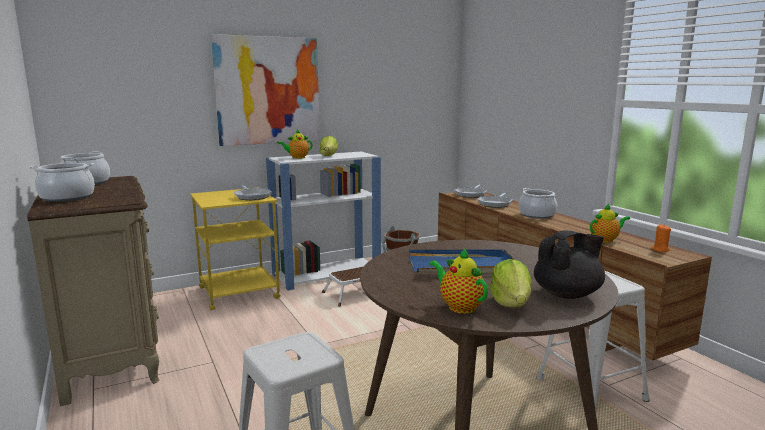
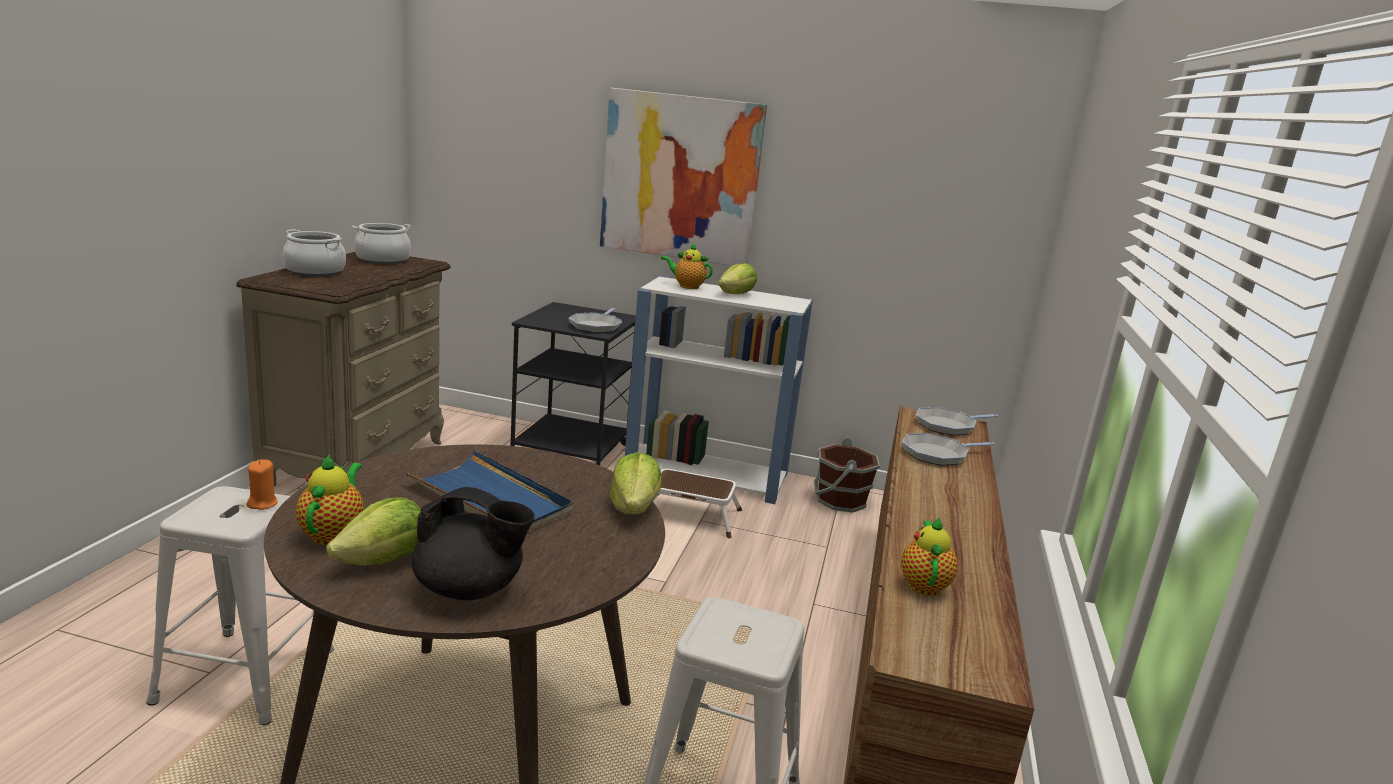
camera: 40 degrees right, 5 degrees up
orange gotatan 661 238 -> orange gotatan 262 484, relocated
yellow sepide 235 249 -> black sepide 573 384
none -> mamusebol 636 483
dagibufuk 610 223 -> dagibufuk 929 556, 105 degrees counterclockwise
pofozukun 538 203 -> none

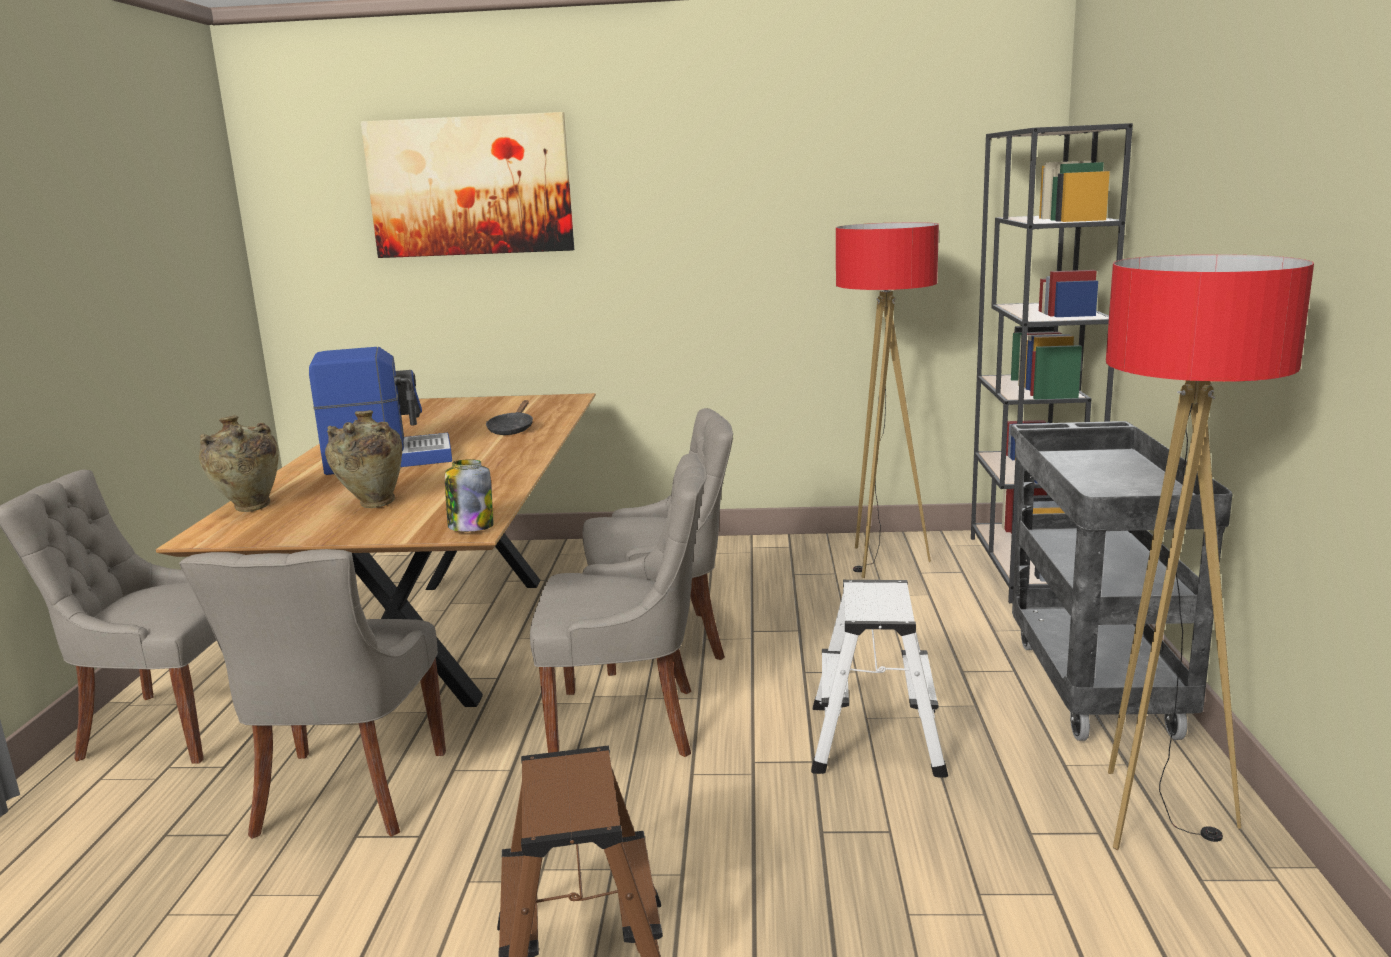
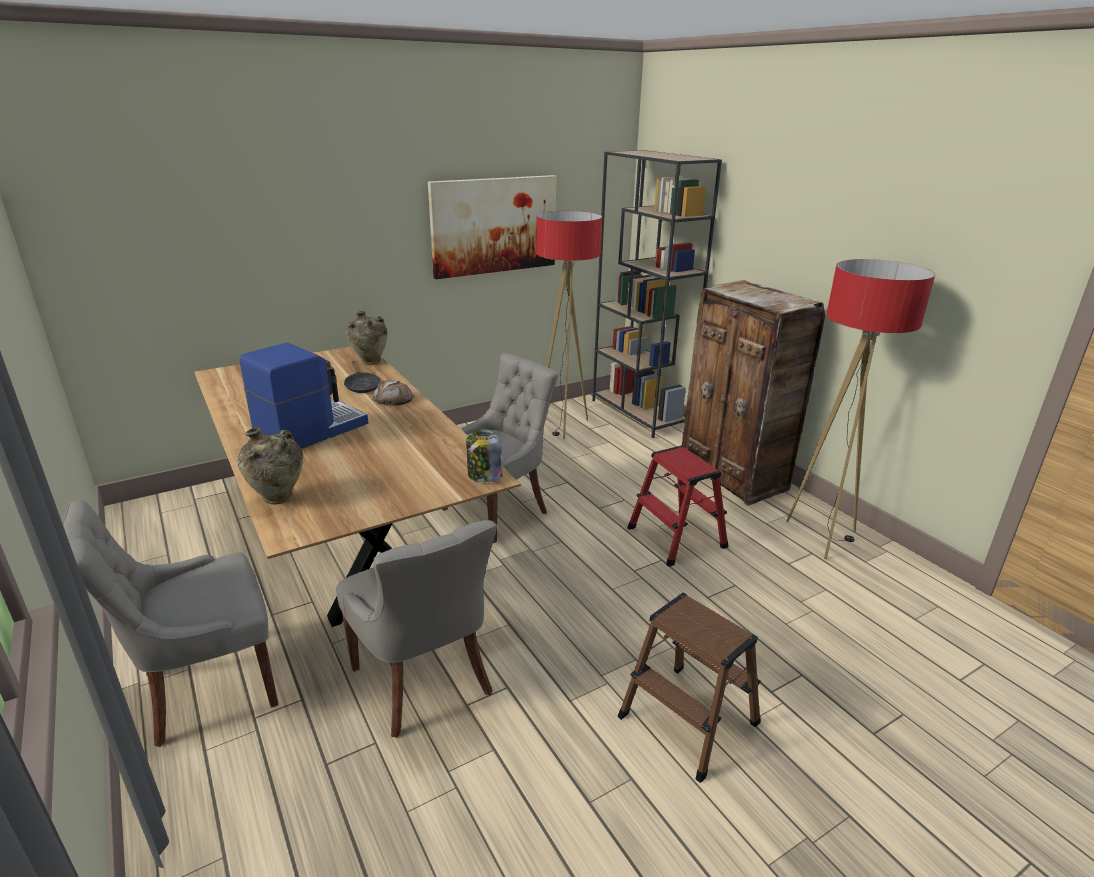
camera: 35 degrees left, 10 degrees up
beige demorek 363 459 -> beige demorek 367 338, relocated
none -> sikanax 393 394
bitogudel 467 185 -> bitogudel 492 227, relocated
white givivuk 879 679 -> red givivuk 678 506
black sepide 1121 581 -> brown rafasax 753 393
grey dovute 618 605 -> none

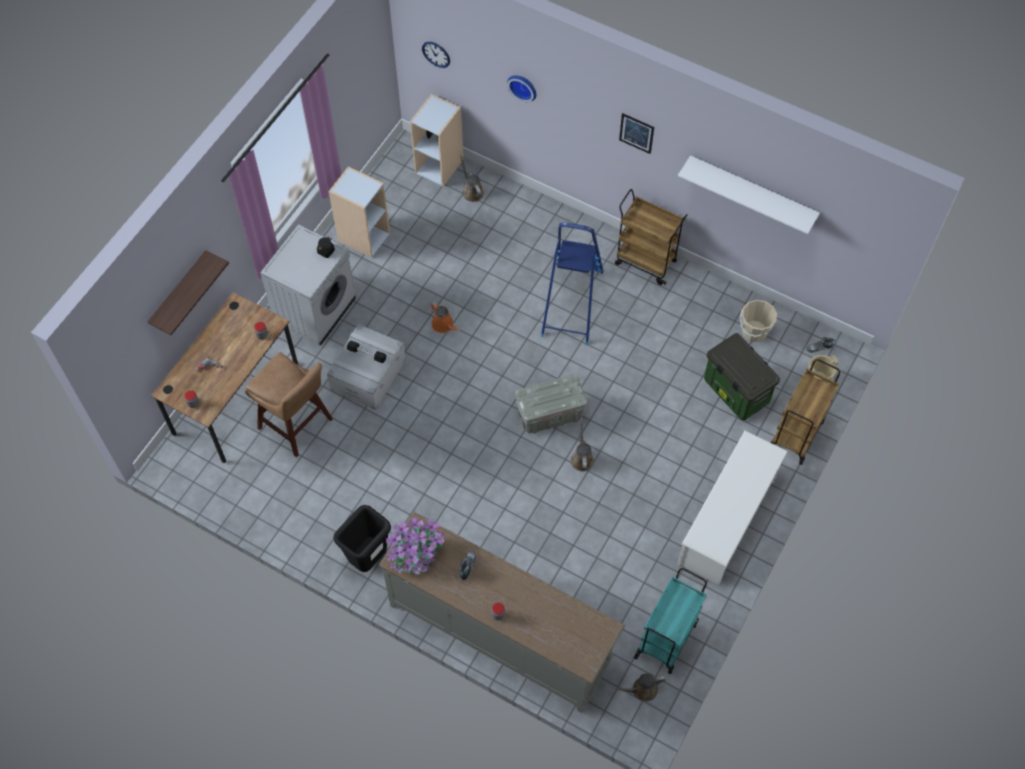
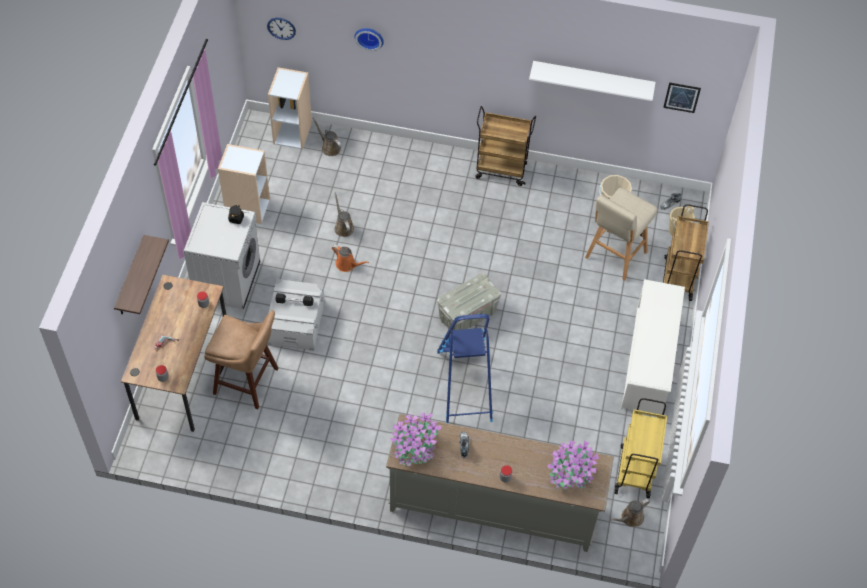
camera: 20 degrees left, 5 degrees down
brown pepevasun 582 444 -> brown pepevasun 344 214, relocated
blue givivuk 572 284 -> blue givivuk 465 368, relocated
none -> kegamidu 573 465
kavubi 742 377 -> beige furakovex 621 234
turquoise sepide 670 621 -> yellow sepide 640 448
bitogudel 636 133 -> bitogudel 682 97, relocated
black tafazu 362 538 -> none

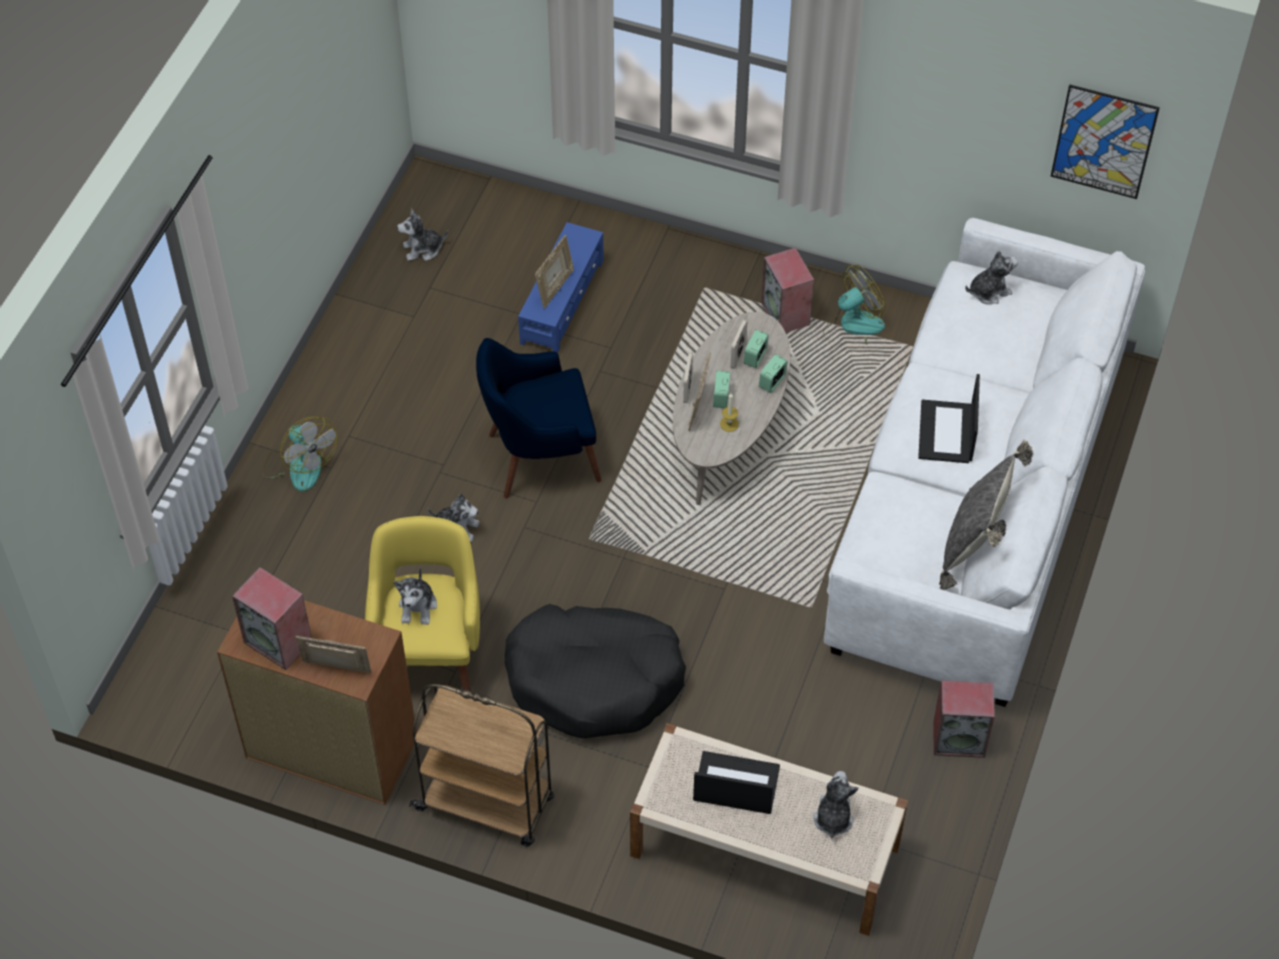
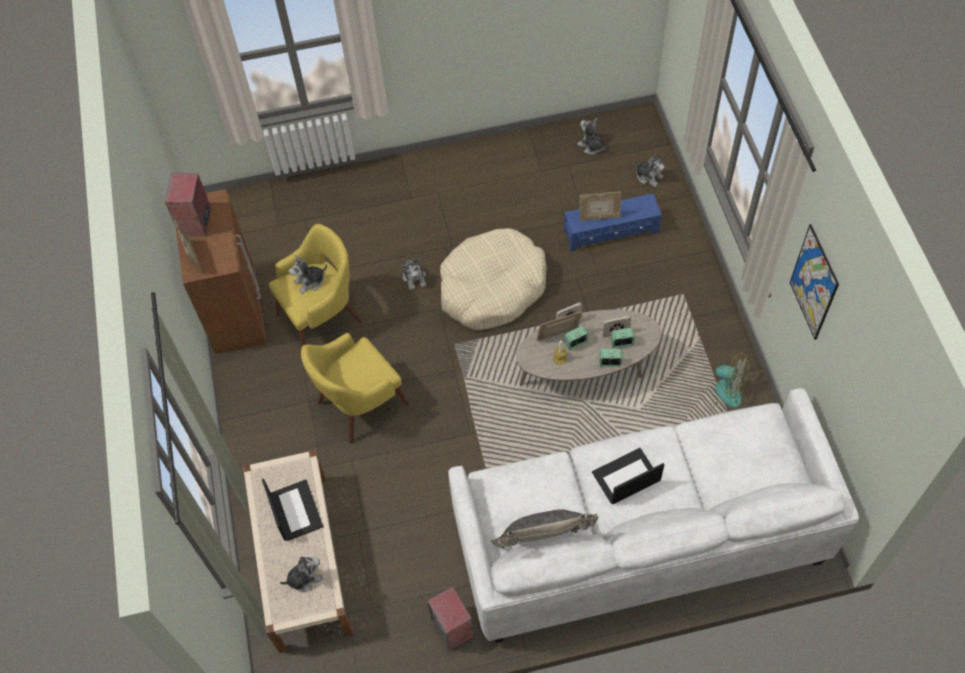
camera: 60 degrees right, 5 degrees up
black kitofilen 595 671 -> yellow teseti 355 388
blue teseti 539 418 -> beige kitofilen 493 279
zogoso 991 277 -> zogoso 649 170, relocated
bitogudel 1105 141 -> bitogudel 814 282, relocated
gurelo 299 454 -> none
brown sepide 481 765 -> none
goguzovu 787 290 -> none

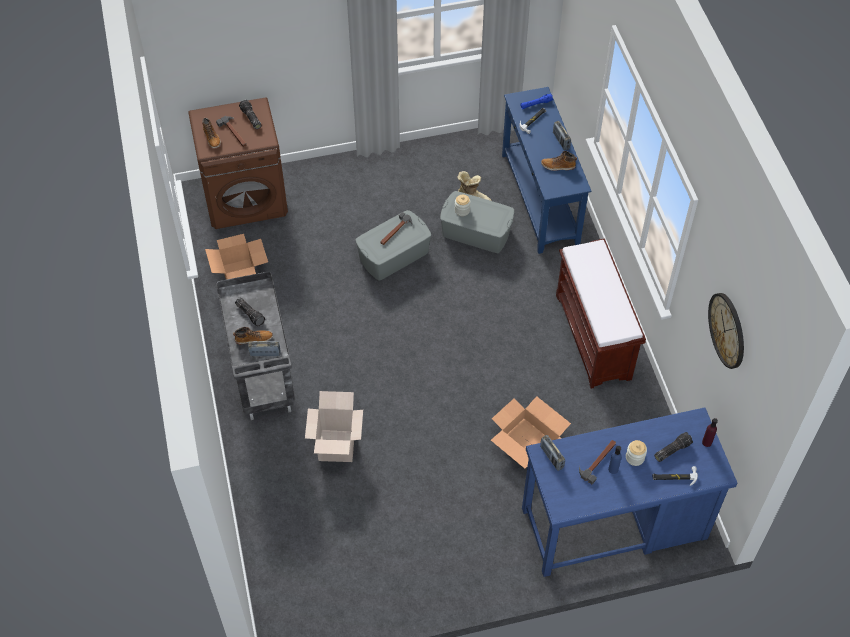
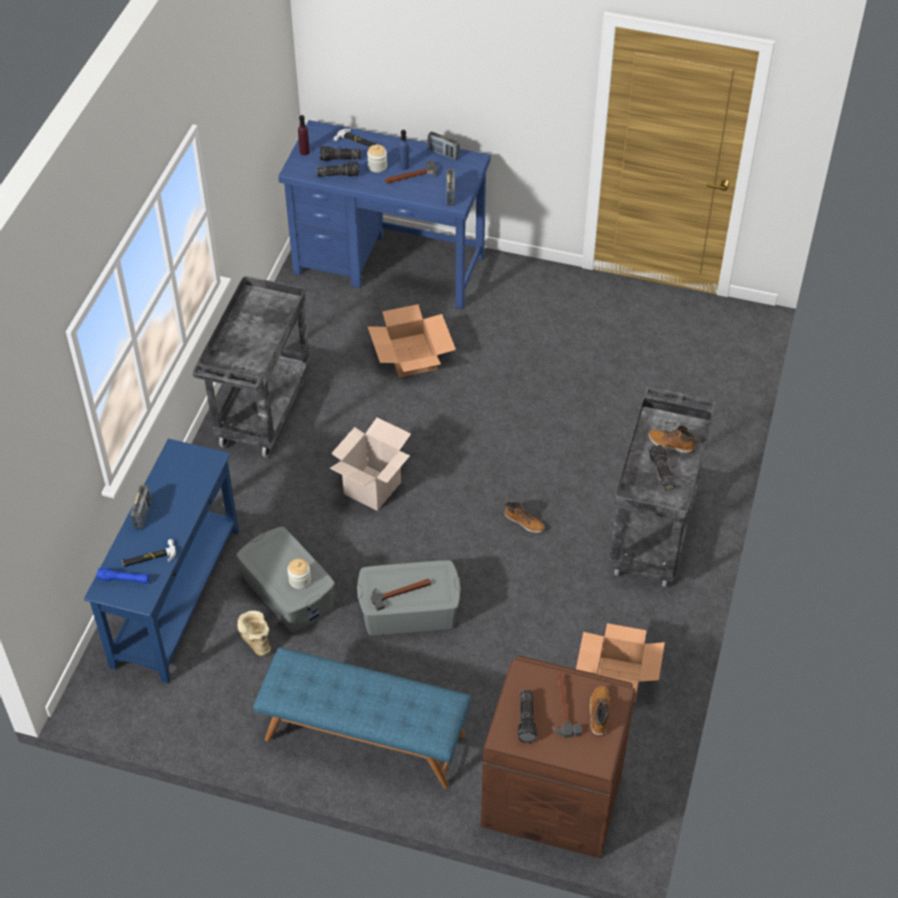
camera: 150 degrees left, 5 degrees down
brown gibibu 601 313 -> grey sepide 251 366
none -> blue gibibu 362 718
none -> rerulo 338 169
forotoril 334 426 -> forotoril 370 464, relocated
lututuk 264 348 -> lututuk 444 145, relocated
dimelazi 559 161 -> dimelazi 524 517, relocated
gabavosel 726 331 -> none

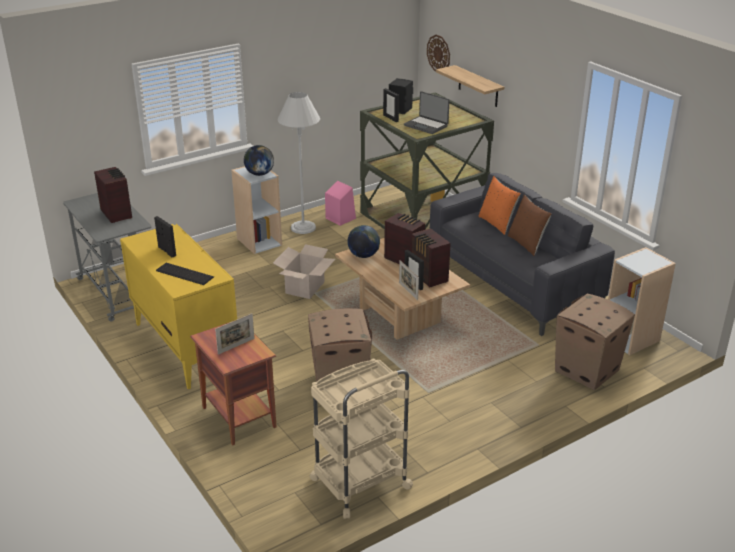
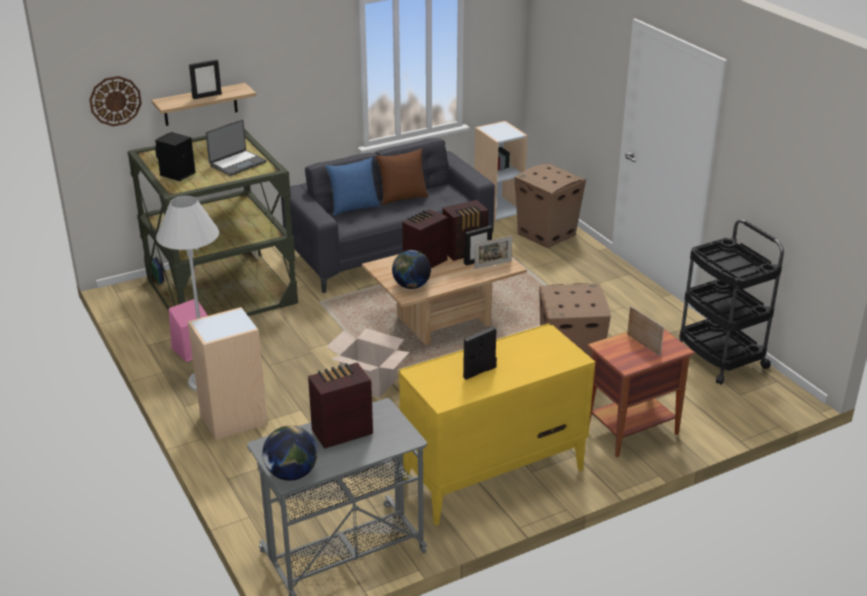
camera: 85 degrees left, 0 degrees up
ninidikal 391 105 -> ninidikal 205 79, relocated
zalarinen 259 160 -> zalarinen 290 453, relocated
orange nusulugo 499 205 -> blue nusulugo 352 186
beige sepide 361 439 -> black sepide 731 302
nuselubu 185 274 -> none

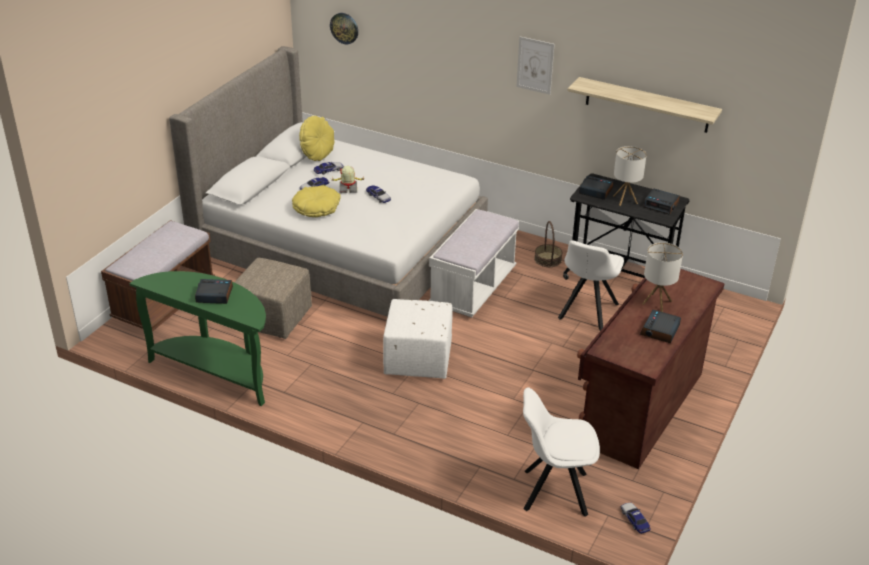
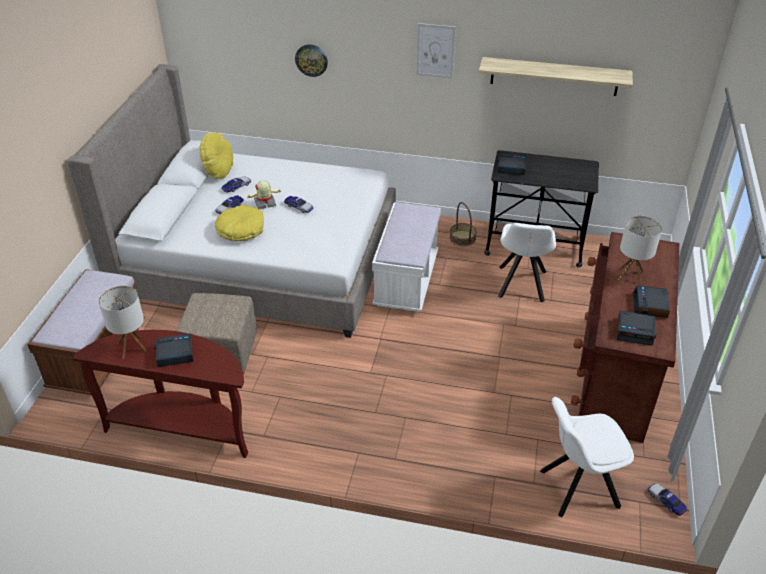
camera: 15 degrees left, 5 degrees up
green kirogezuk 198 338 -> brown kirogezuk 160 394
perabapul 630 176 -> perabapul 122 322, relocated
gabavosel 344 28 -> gabavosel 311 60, relocated
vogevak 661 201 -> vogevak 636 328, relocated
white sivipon 418 339 -> none

